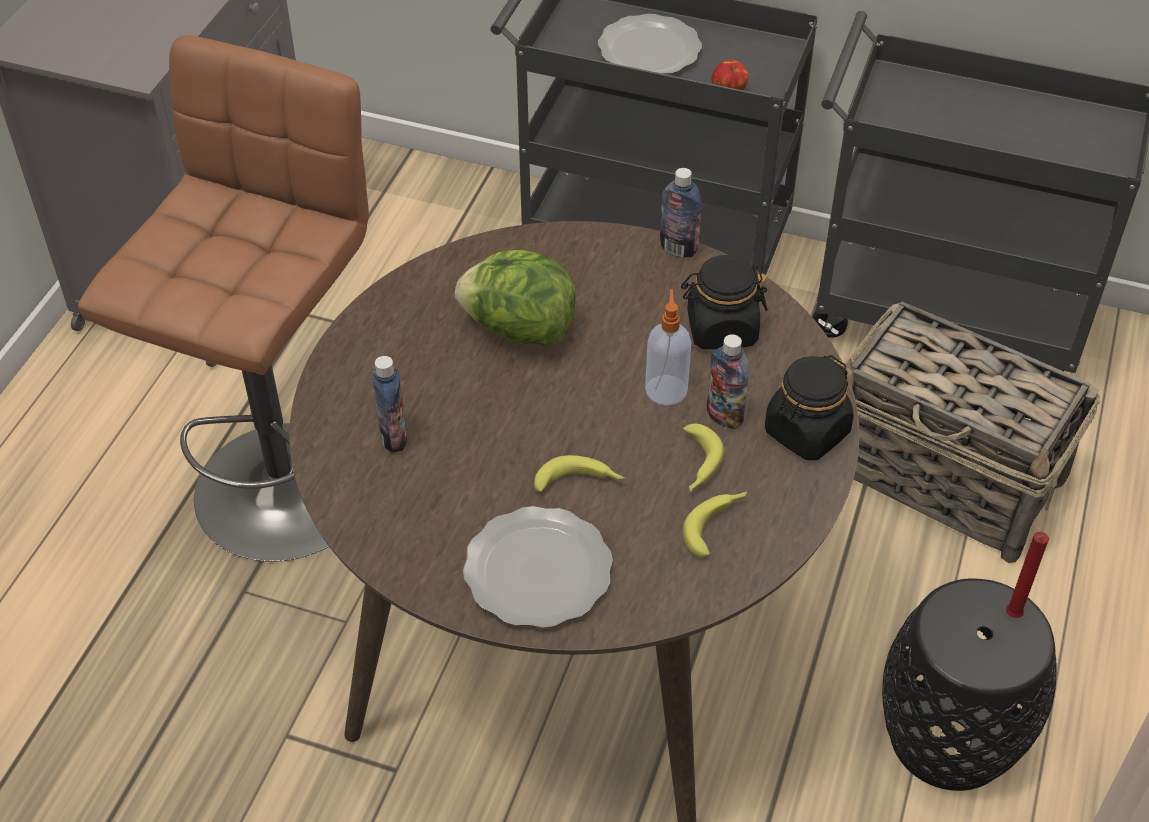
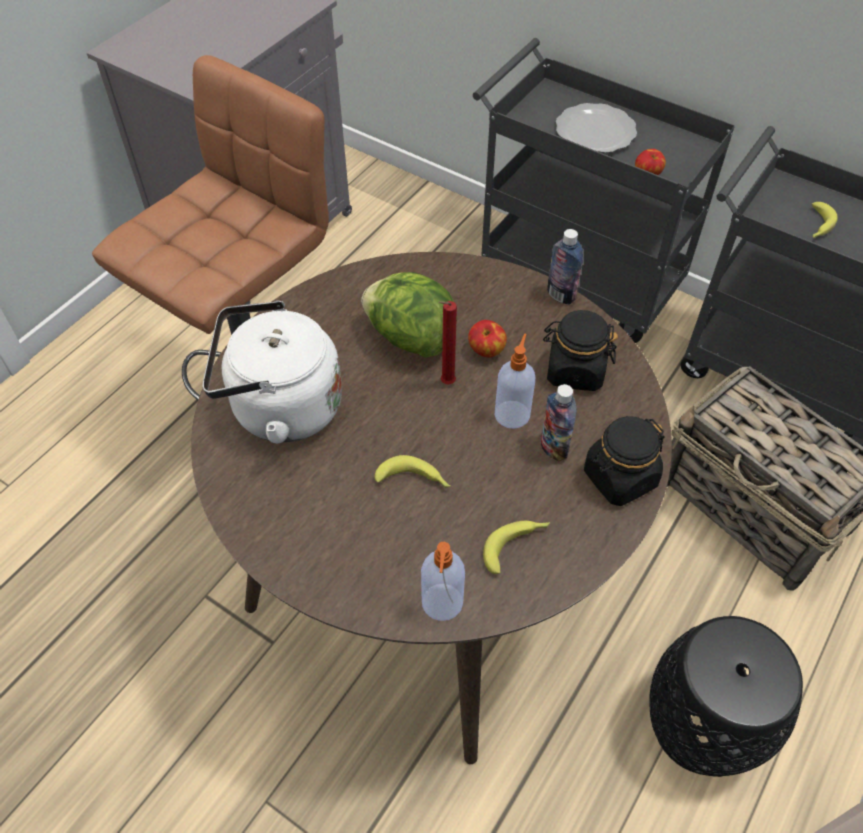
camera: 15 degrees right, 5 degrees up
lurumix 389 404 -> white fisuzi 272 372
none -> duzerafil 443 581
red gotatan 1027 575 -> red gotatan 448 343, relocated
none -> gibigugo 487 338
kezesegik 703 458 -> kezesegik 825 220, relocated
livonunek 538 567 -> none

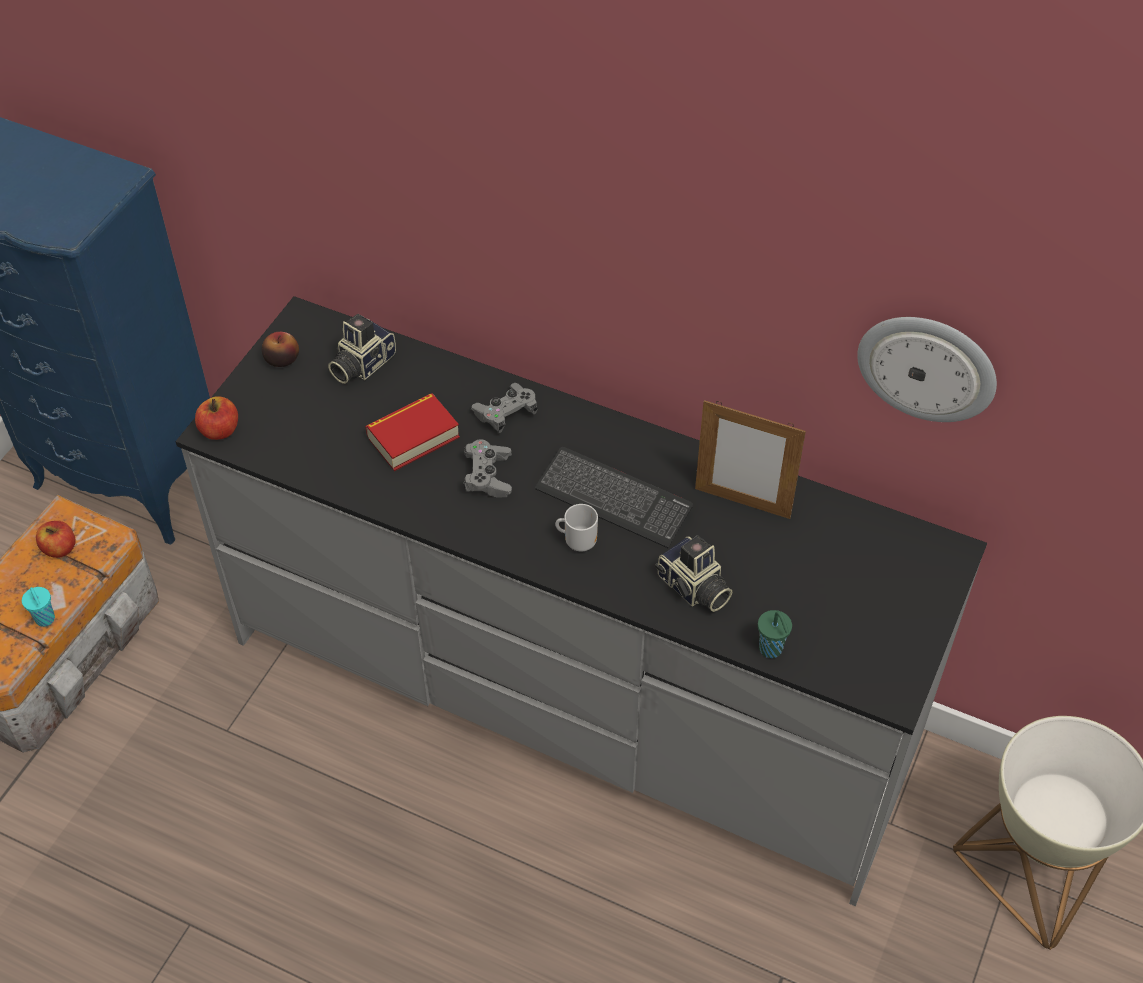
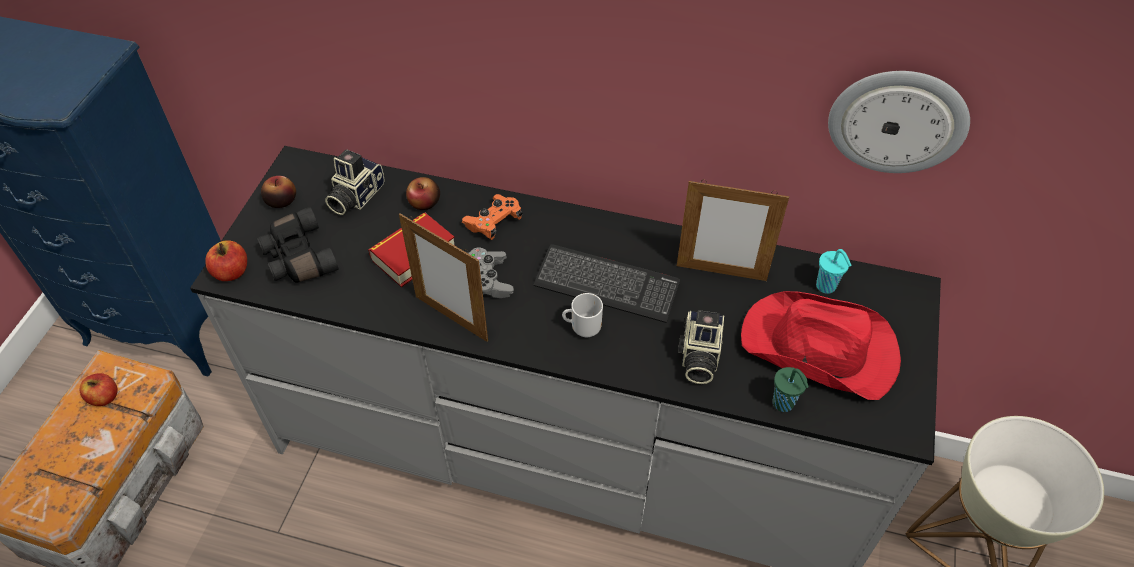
camera: 10 degrees left, 0 degrees up
none -> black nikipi 298 244
none -> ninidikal 443 277
none -> gibigugo 423 193
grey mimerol 504 408 -> orange mimerol 492 217
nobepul 694 573 -> nobepul 701 347, 60 degrees clockwise
none -> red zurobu 821 345
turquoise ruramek 38 607 -> turquoise ruramek 834 271, relocated

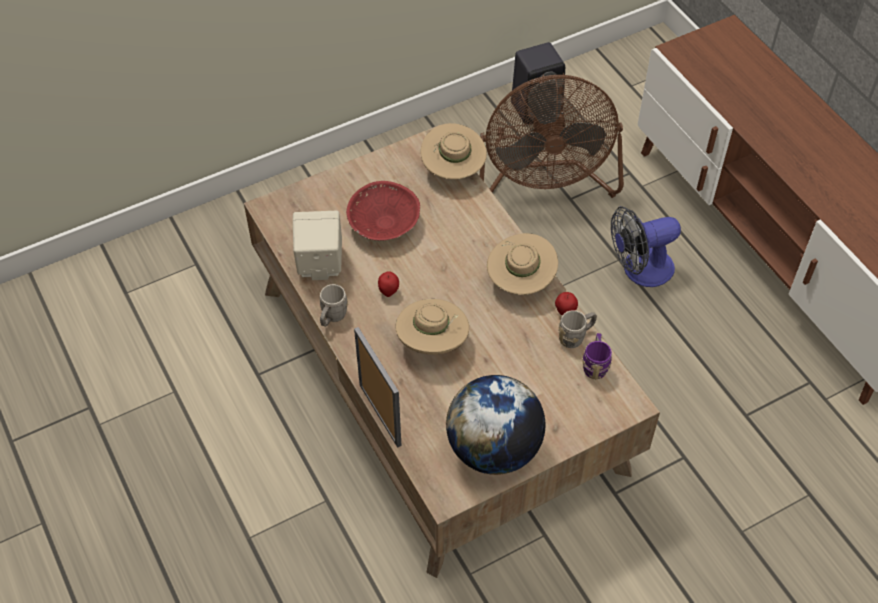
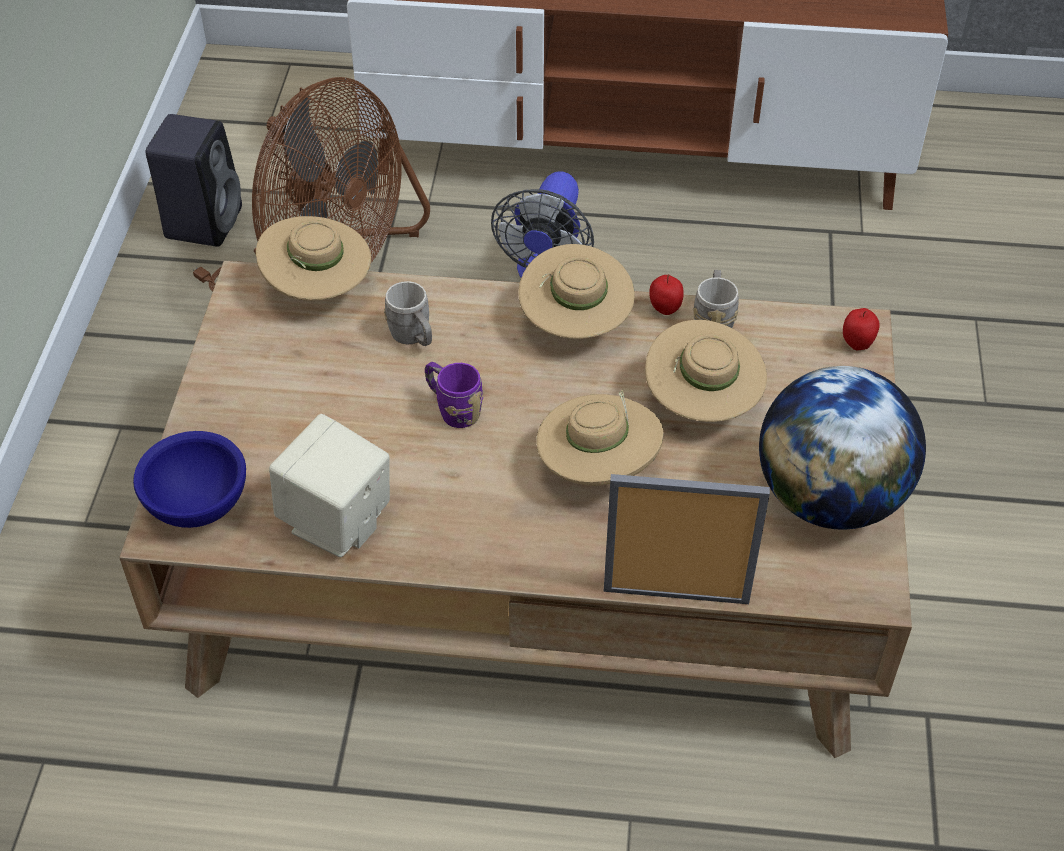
camera: 55 degrees left, 5 degrees down
none -> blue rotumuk 189 479
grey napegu 334 305 -> grey napegu 408 313, relocated
purple napegu 597 356 -> purple napegu 454 395, relocated
none -> beige zurobu 706 371
gibigugo 388 284 -> gibigugo 861 329, relocated
red rotumuk 383 210 -> none

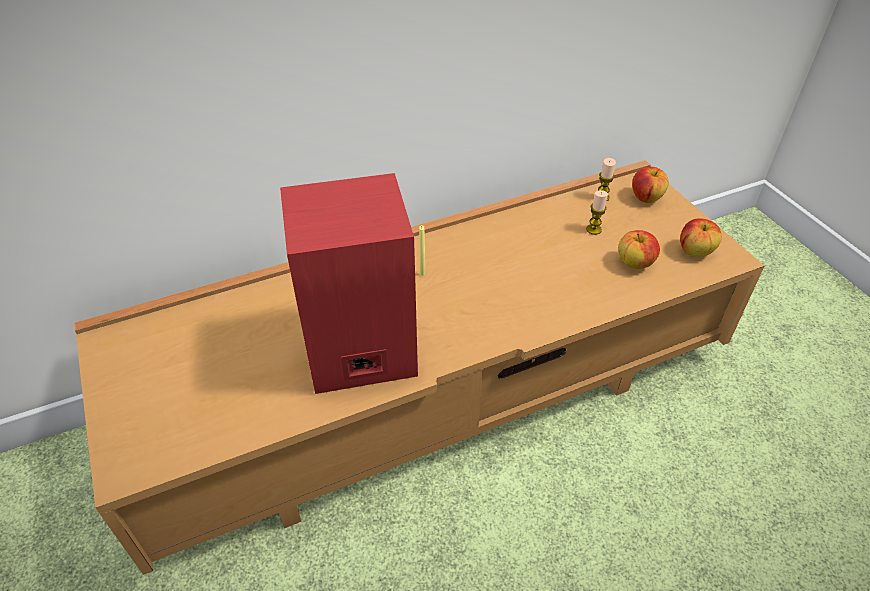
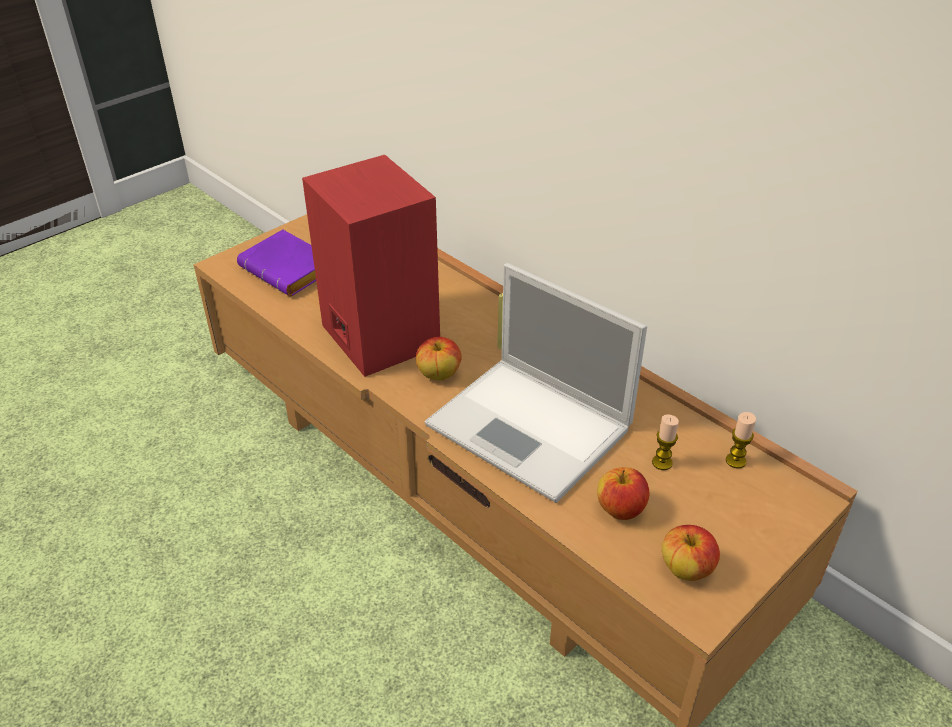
camera: 70 degrees right, 5 degrees down
none -> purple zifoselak 276 262
gibigugo 650 185 -> gibigugo 439 359, relocated
none -> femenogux 536 383

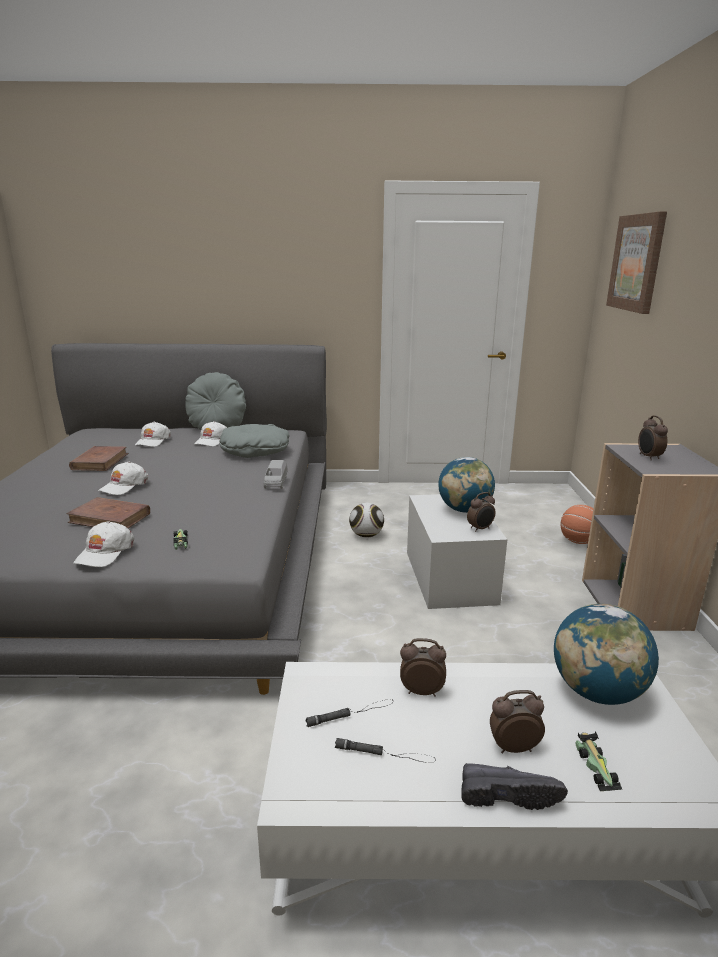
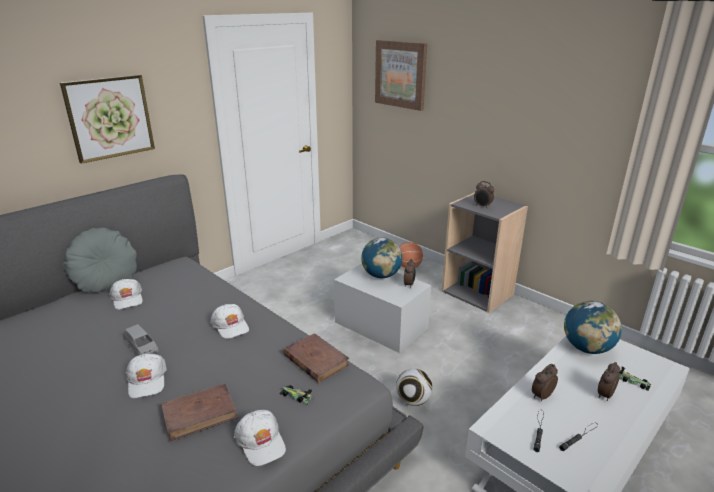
camera: 45 degrees left, 5 degrees up
none -> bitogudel 107 119
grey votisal 276 474 -> grey votisal 141 340, relocated
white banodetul 153 434 -> white banodetul 230 321, relocated
brown zifoselak 99 458 -> brown zifoselak 316 358, relocated
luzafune 366 520 -> luzafune 414 387, relocated
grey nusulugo 254 441 -> none
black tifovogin 514 786 -> none

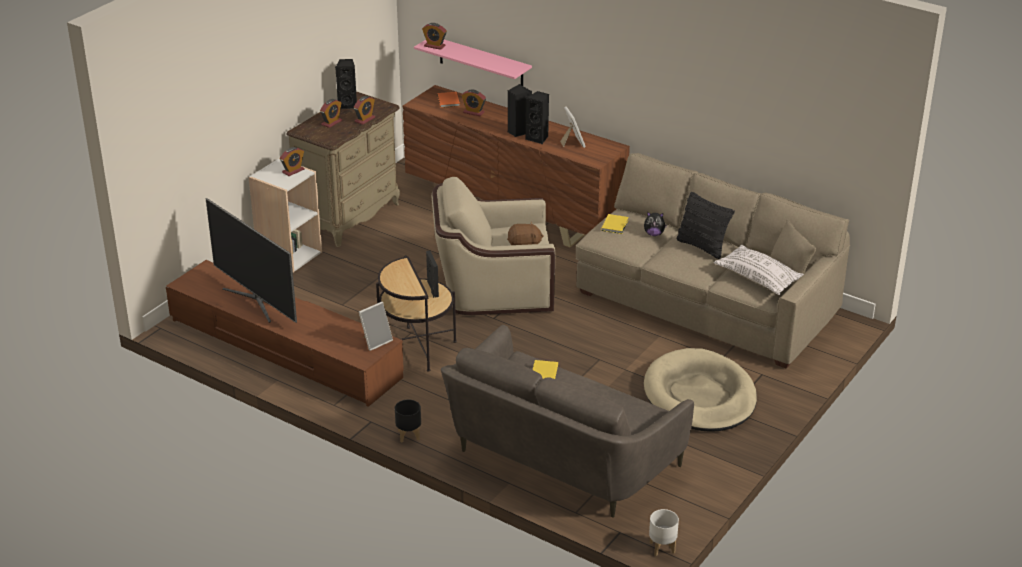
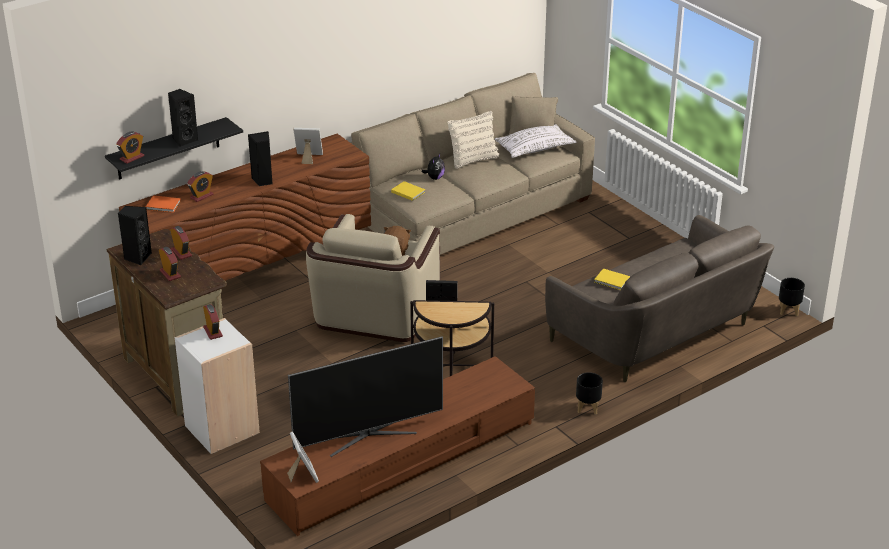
camera: 70 degrees left, 0 degrees up
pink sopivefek 473 63 -> black sopivefek 174 148
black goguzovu 537 117 -> black goguzovu 183 118, relocated
ninidikal 376 326 -> ninidikal 303 457, relocated
black nusulugo 706 225 -> beige nusulugo 473 140
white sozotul 664 532 -> black sozotul 792 297
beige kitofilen 700 390 -> none

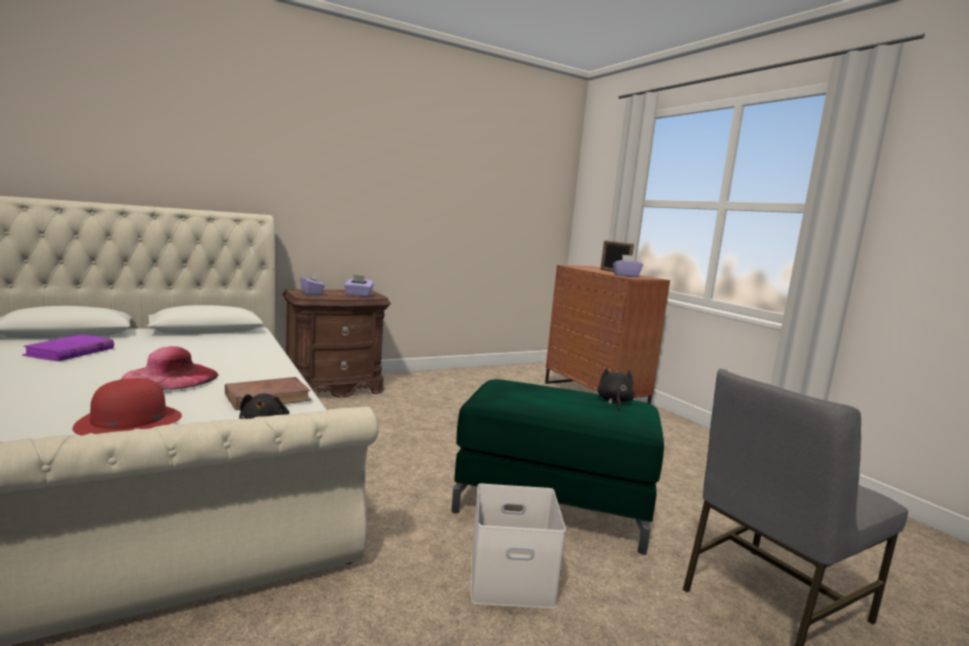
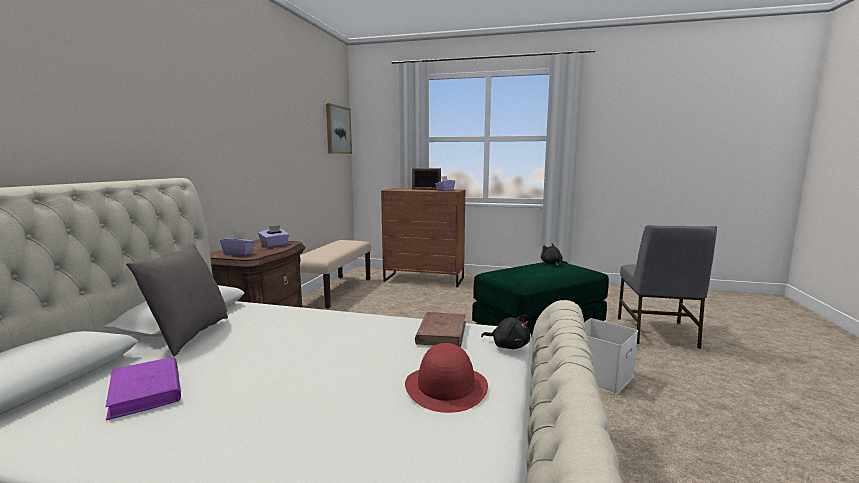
camera: 45 degrees left, 0 degrees up
none -> grey nusulugo 177 300
none -> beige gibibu 335 274
none -> bitogudel 339 128
pink zurobu 169 368 -> none

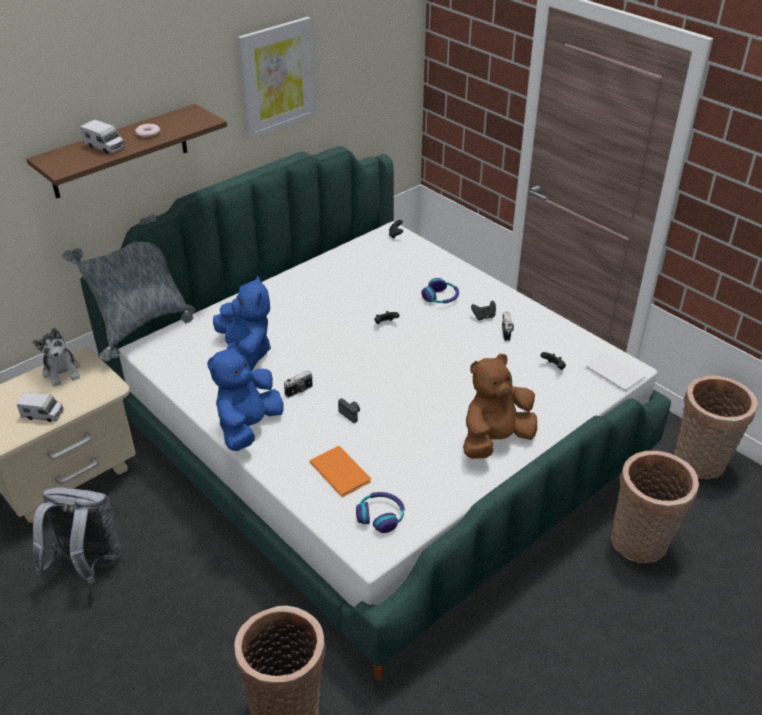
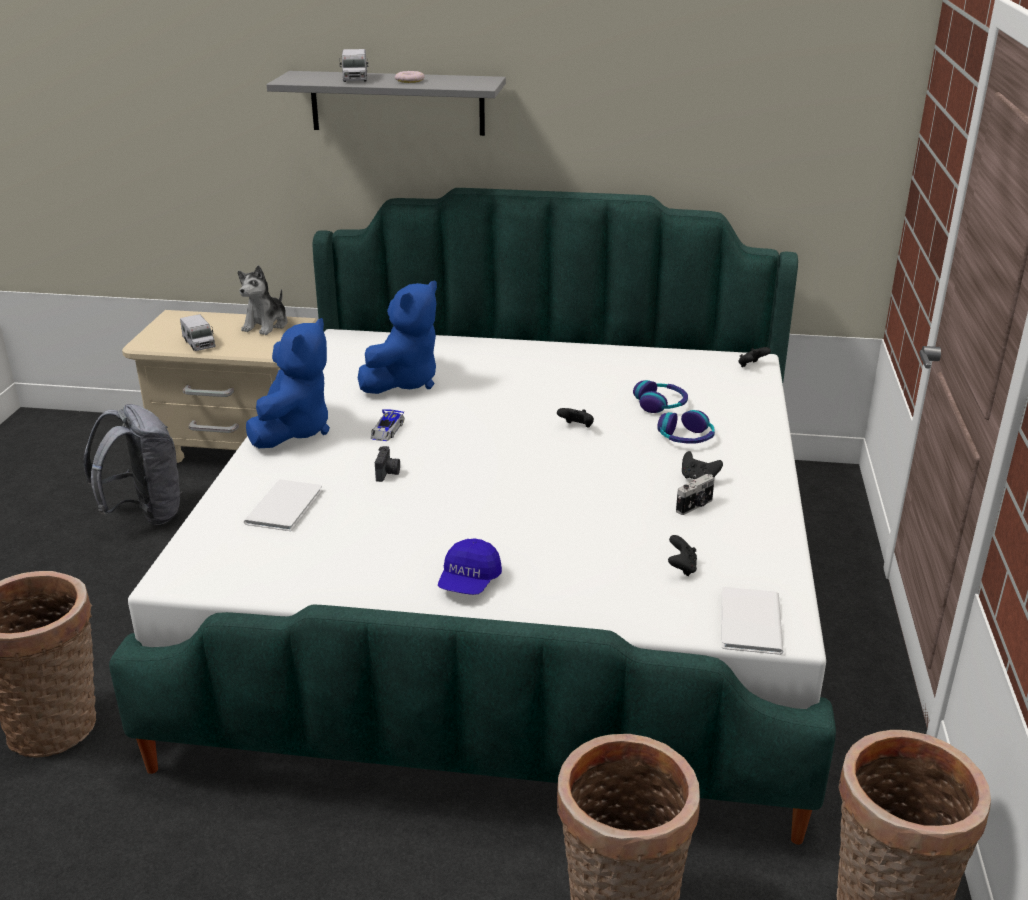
camera: 50 degrees right, 10 degrees down
orange zifoselak 340 471 -> white zifoselak 283 505
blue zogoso 245 397 -> blue zogoso 288 383, 120 degrees clockwise
brown sopivefek 126 151 -> grey sopivefek 386 103
nobepul 298 384 -> votisal 388 425
brown zogoso 500 406 -> blue banodetul 470 566
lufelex 380 512 -> lufelex 660 396, relocated
nusulugo 129 287 -> none
bitogudel 276 78 -> none

